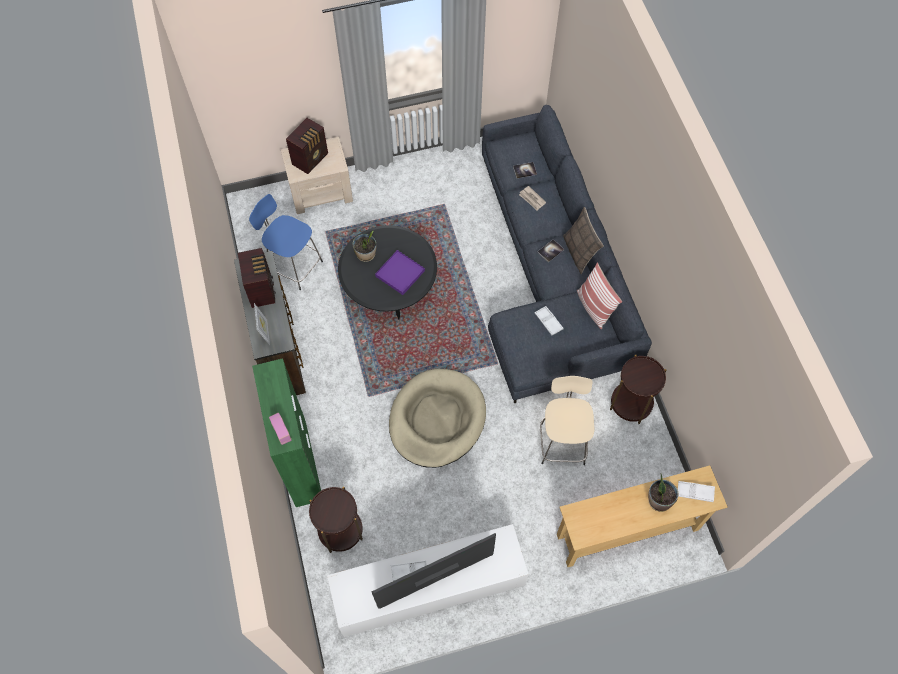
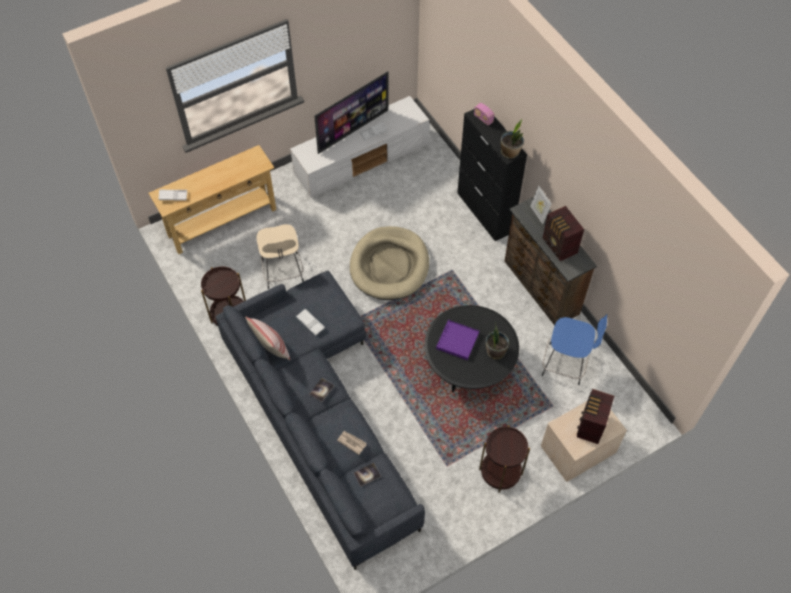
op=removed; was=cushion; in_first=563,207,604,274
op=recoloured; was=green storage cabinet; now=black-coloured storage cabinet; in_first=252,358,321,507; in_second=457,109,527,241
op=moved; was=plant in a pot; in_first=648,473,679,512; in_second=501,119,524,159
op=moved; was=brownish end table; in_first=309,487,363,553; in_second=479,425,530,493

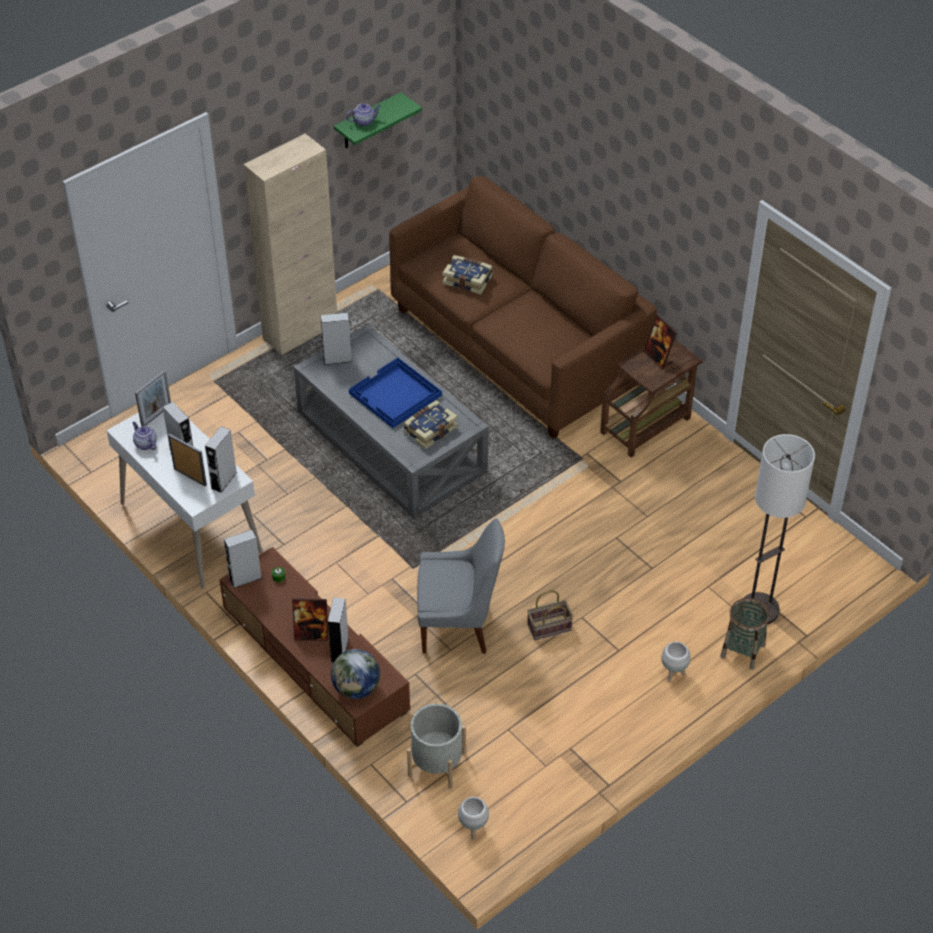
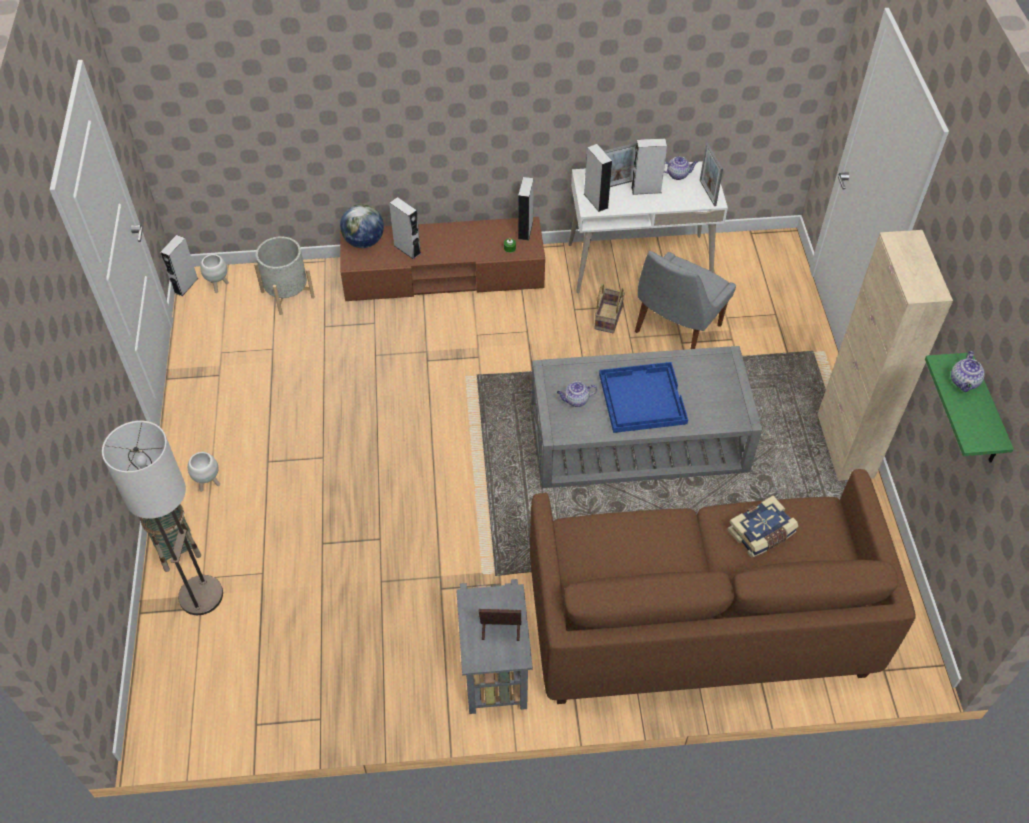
op=moved; was=greyish speaker; in_first=321,312,352,365; in_second=160,235,198,296
op=recoloured; was=brownish end table; now=greyish end table; in_first=600,339,703,458; in_second=456,579,533,714
op=replaced; was=bound book; now=tea pot; in_first=403,400,458,449; in_second=557,381,597,407
op=moved; was=greyish upright chair; in_first=417,518,505,654; in_second=635,251,736,349
op=moved; was=household basket; in_first=527,590,573,640; in_second=594,284,625,333
op=removed; was=standing frame; in_first=292,598,328,641

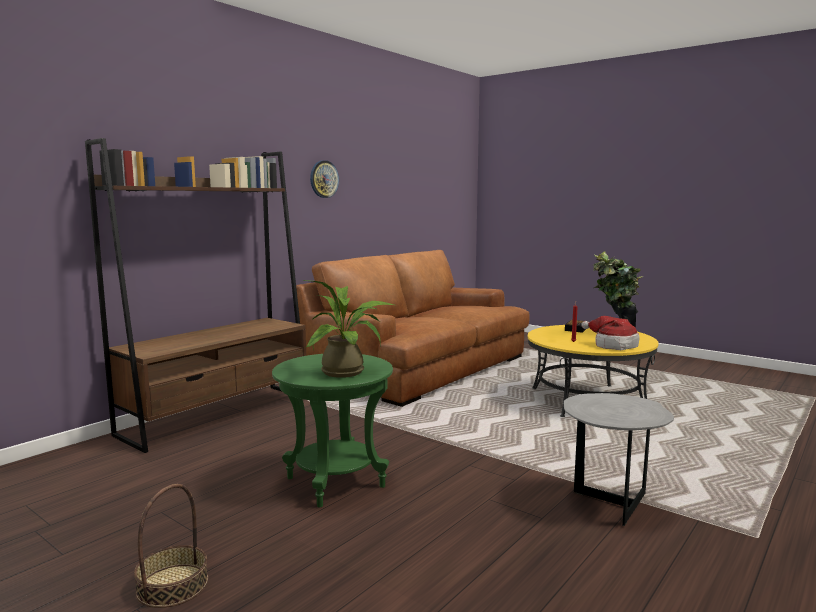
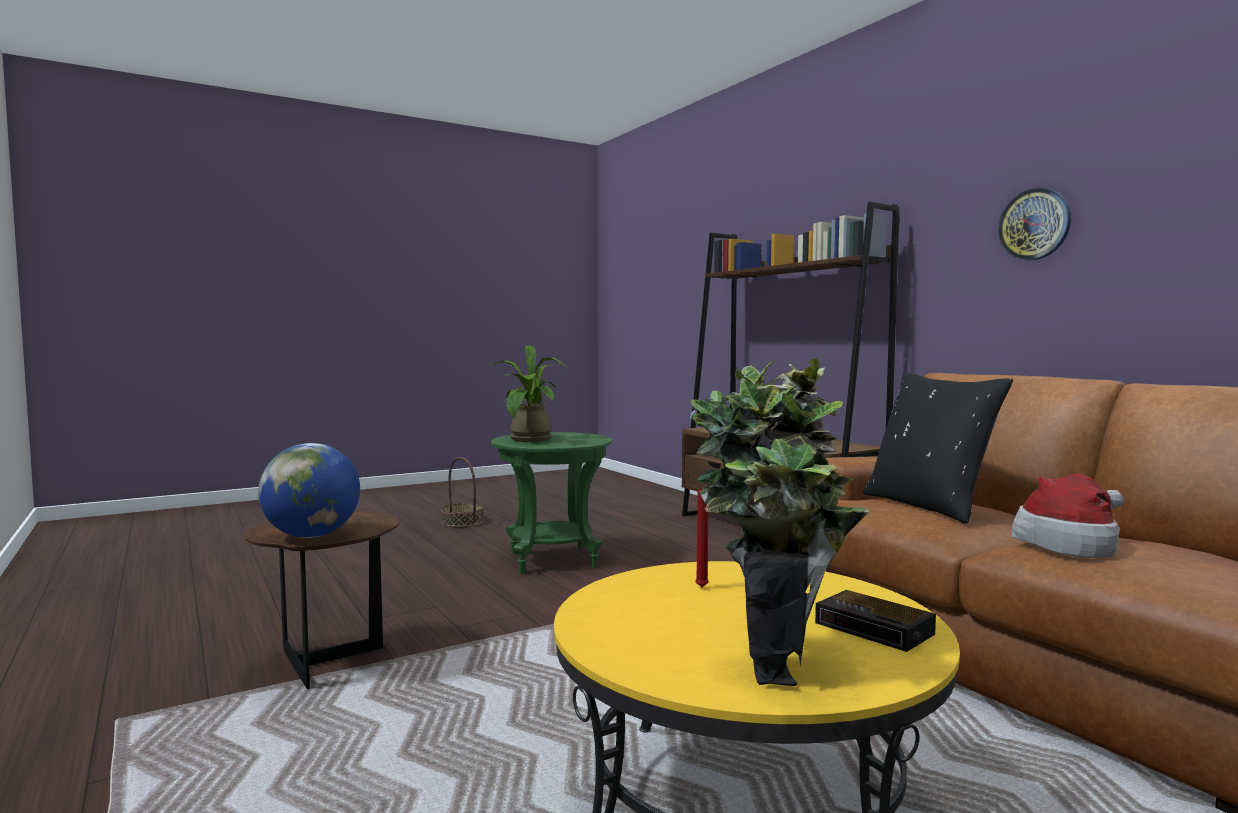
op=moved; was=hat; in_first=581,316,640,350; in_second=1012,474,1124,558
op=recoloured; was=greyish end table; now=brownish end table; in_first=564,393,674,526; in_second=245,510,399,690
op=added; now=black-coloured cushion; in_second=863,372,1013,524
op=added; now=globe; in_second=258,443,360,538

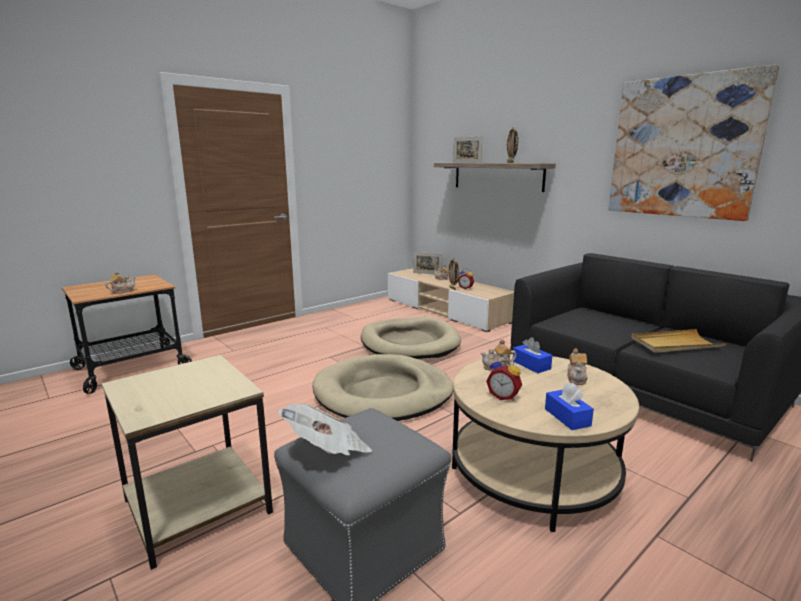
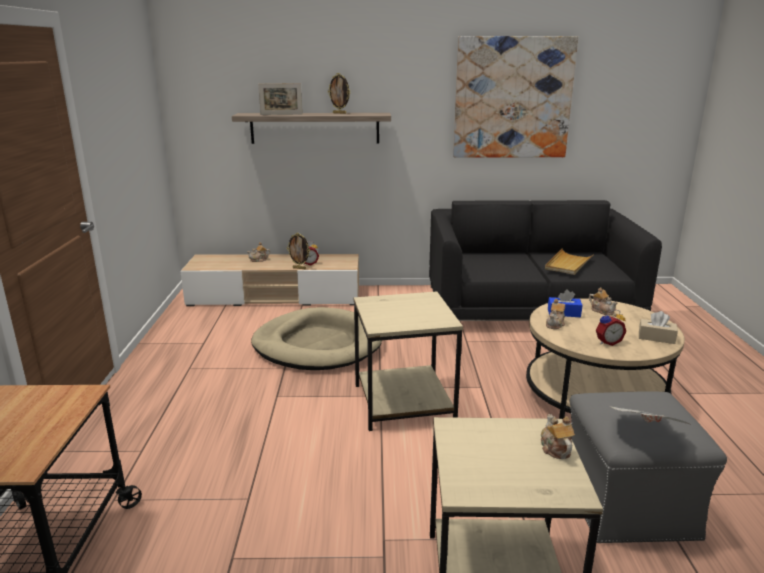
op=removed; was=standing frame; in_first=413,252,442,274
op=moved; was=tea pot; in_first=105,271,136,294; in_second=541,414,575,459
op=replaced; was=beige dog bed; now=beige end table; in_first=312,354,453,421; in_second=354,291,463,431
op=recoloured; was=blue-coloured box of tissues; now=beige box of tissues; in_first=545,383,594,430; in_second=639,311,678,344

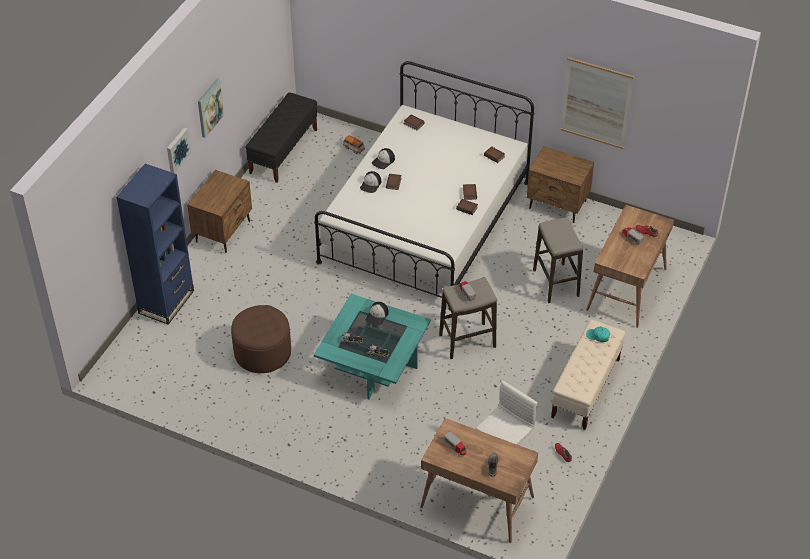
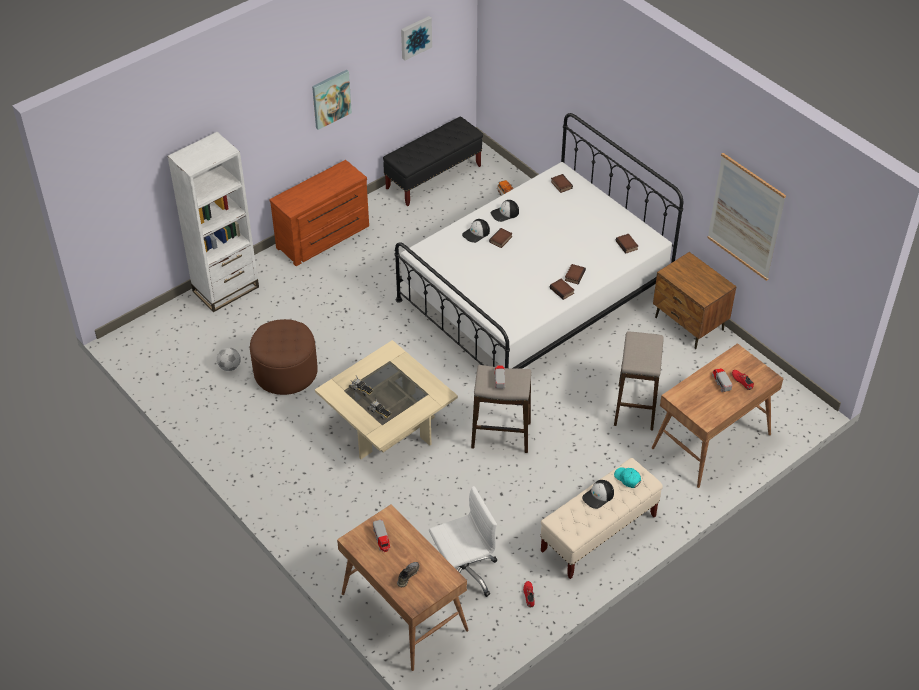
op=moved; was=picture; in_first=167,128,191,173; in_second=401,16,432,61
op=recoloured; was=blue-coloured bookcase; now=whitish bookcase; in_first=116,164,194,325; in_second=167,132,259,312
op=replaced; was=brownish bedside table; now=brownish dresser; in_first=187,170,252,253; in_second=269,160,369,266
op=recoloured; was=turquoise coffee table; now=beige coffee table; in_first=314,294,431,400; in_second=315,340,458,459
op=moved; was=cap; in_first=366,302,389,326; in_second=582,480,614,509
op=added; now=ball for football; in_second=217,347,241,371

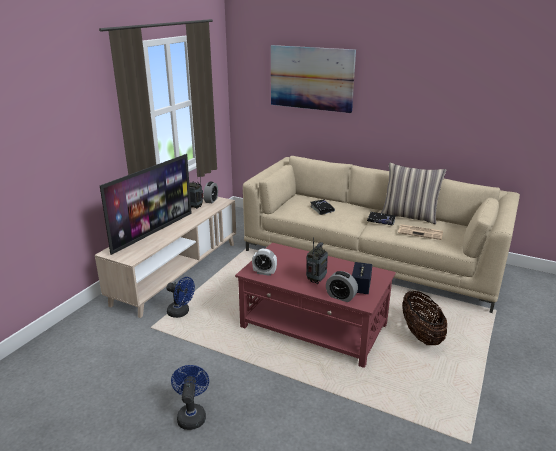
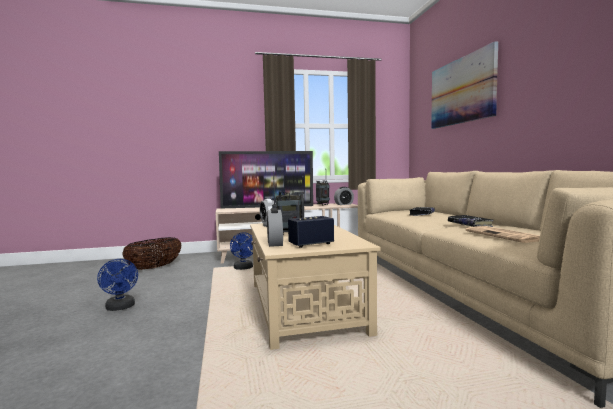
op=removed; was=cushion; in_first=381,162,446,224
op=recoloured; was=red coffee table; now=beige coffee table; in_first=235,243,396,368; in_second=250,223,381,350
op=moved; was=household basket; in_first=402,291,447,345; in_second=122,237,181,270
op=turned; was=blue-coloured fan; in_first=171,365,209,430; in_second=97,259,138,311; clockwise=105

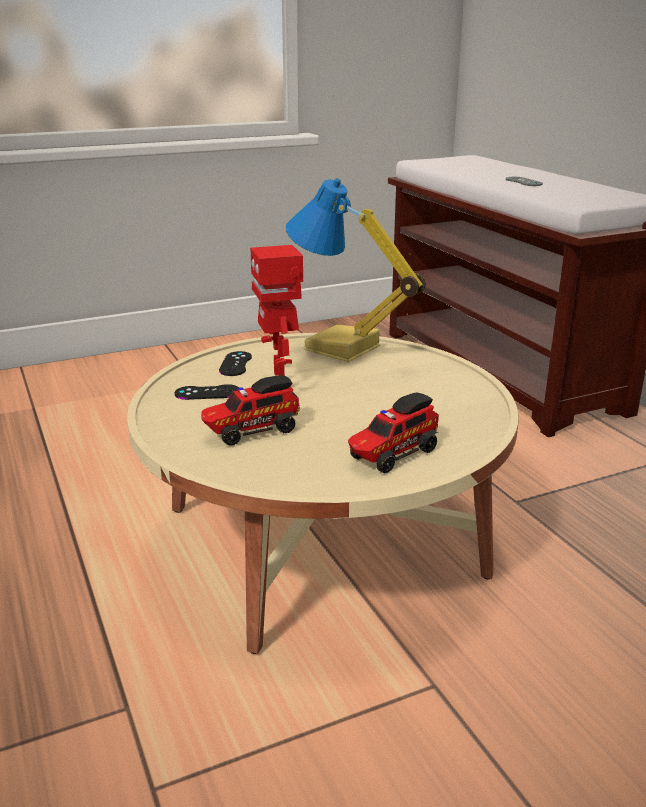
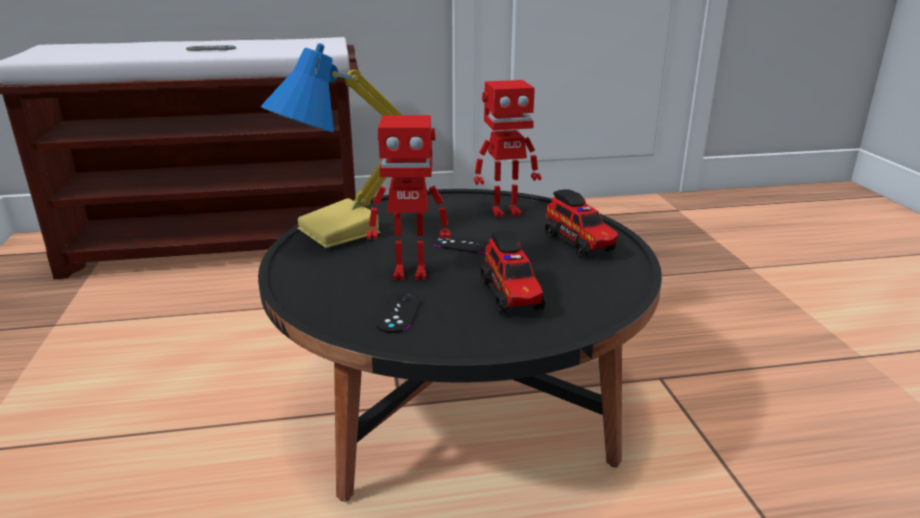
op=recoloured; was=beige coffee table; now=black-coloured coffee table; in_first=127,333,519,654; in_second=258,189,662,502
op=moved; was=black-coloured joypad; in_first=219,351,252,376; in_second=432,235,489,254
op=added; now=toy robot; in_second=474,80,541,218

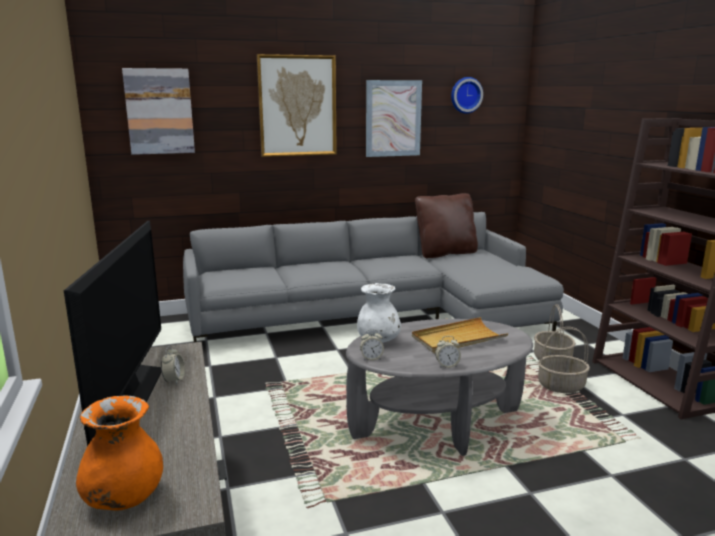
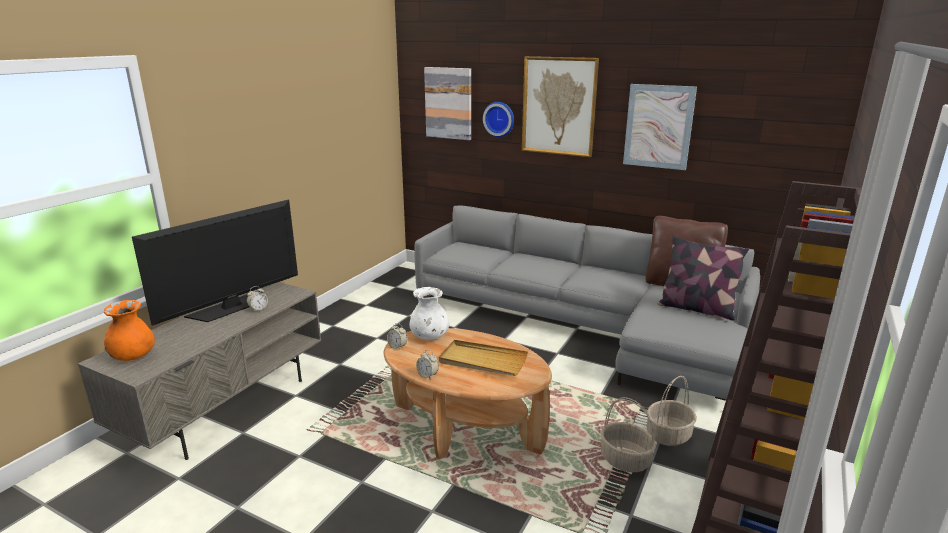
op=moved; was=wall clock; in_first=451,77,483,114; in_second=483,102,514,137
op=recoloured; was=greyish coffee table; now=brownish coffee table; in_first=346,319,533,456; in_second=384,328,552,460
op=added; now=cushion; in_second=658,235,749,321

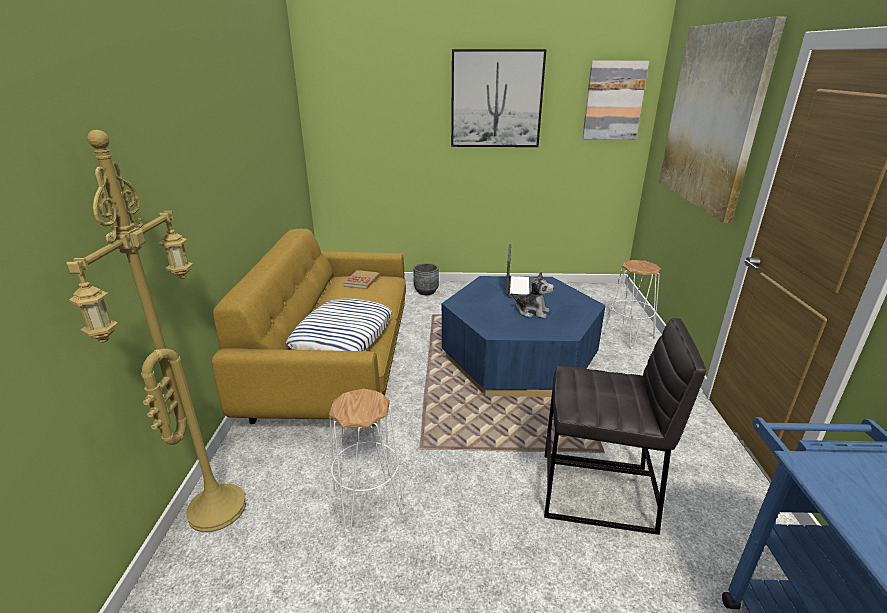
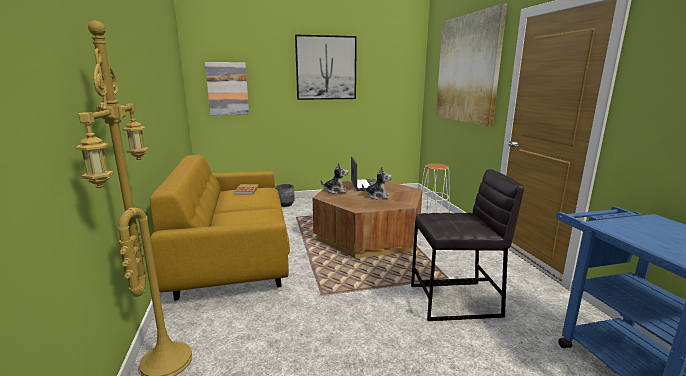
op=moved; was=picture; in_first=582,61,649,139; in_second=205,62,249,115
op=recoloured; was=blue-coloured coffee table; now=brownish coffee table; in_first=442,276,606,397; in_second=313,179,422,258
op=removed; was=cushion; in_first=286,298,392,351
op=removed; was=whitish stool seat; in_first=329,389,405,533
op=added; now=soft toy; in_second=321,163,349,194

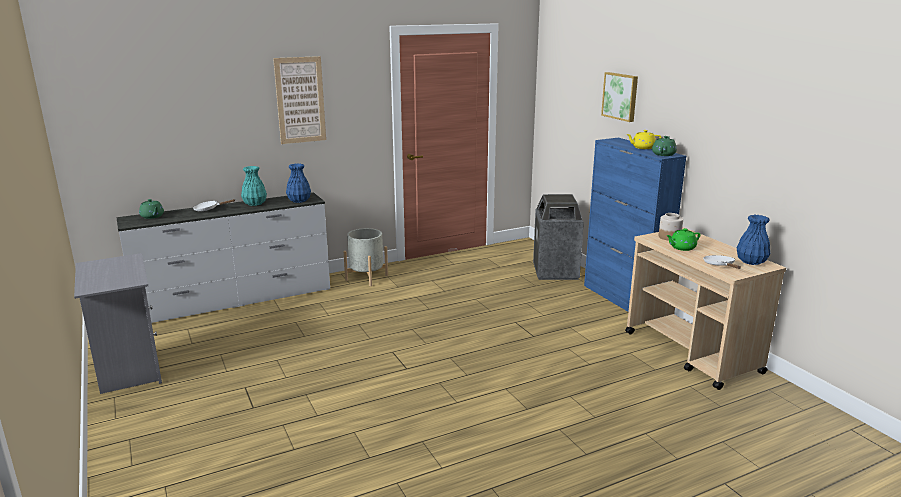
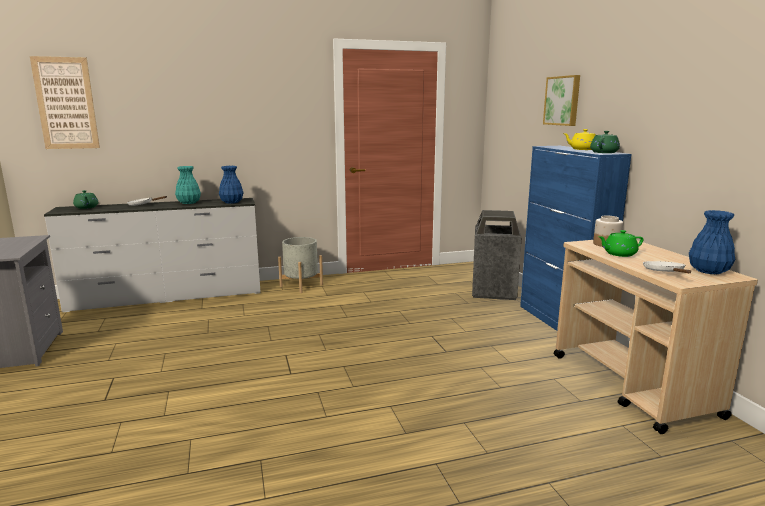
op=moved; was=picture; in_first=273,56,326,144; in_second=30,56,100,149

